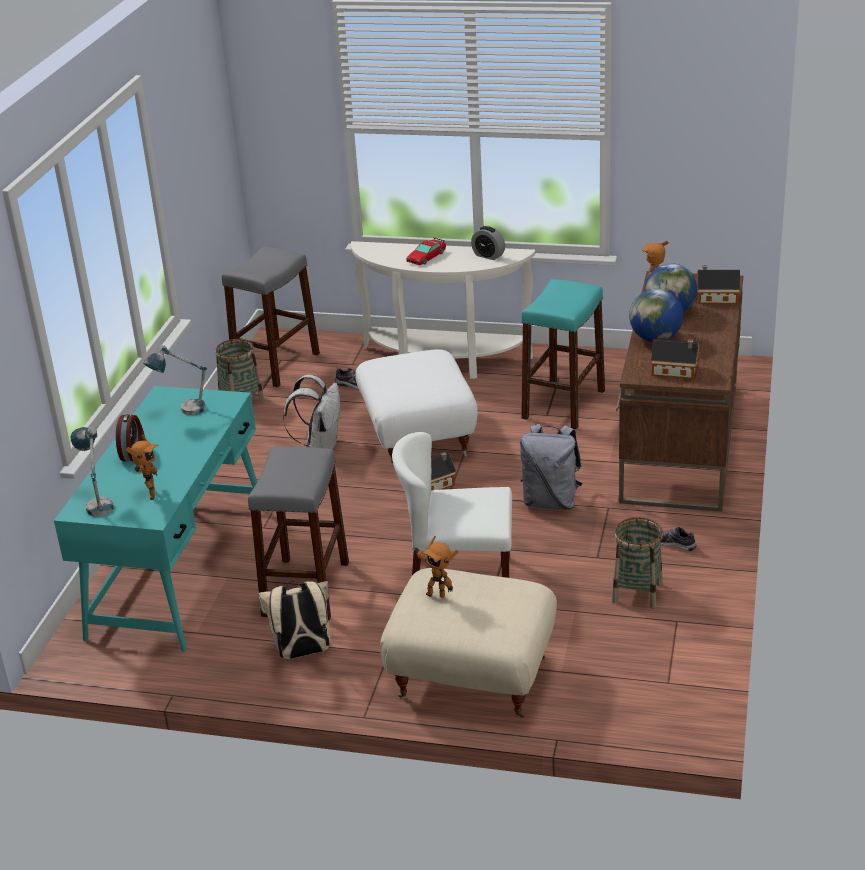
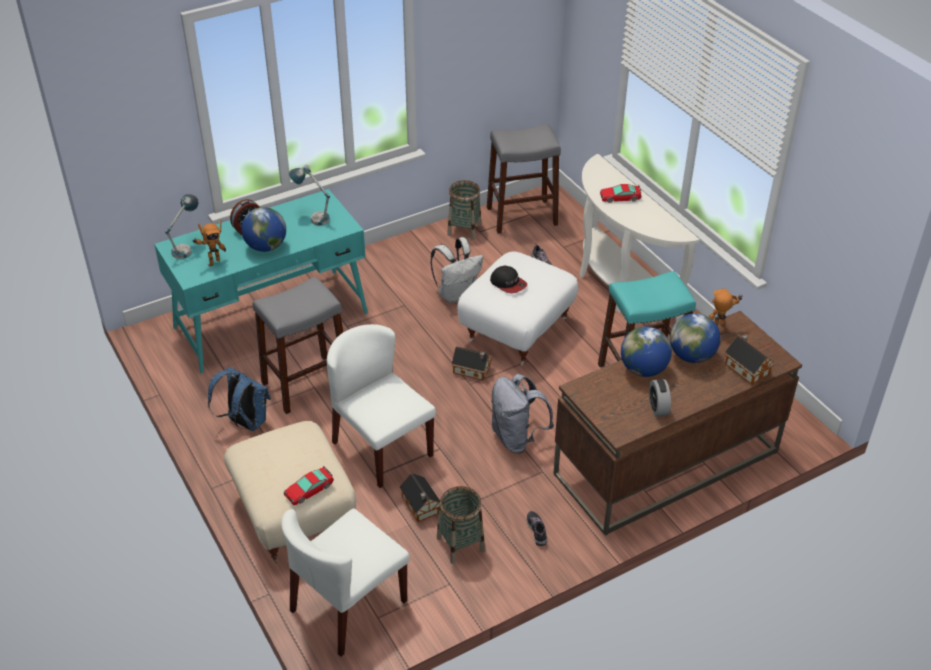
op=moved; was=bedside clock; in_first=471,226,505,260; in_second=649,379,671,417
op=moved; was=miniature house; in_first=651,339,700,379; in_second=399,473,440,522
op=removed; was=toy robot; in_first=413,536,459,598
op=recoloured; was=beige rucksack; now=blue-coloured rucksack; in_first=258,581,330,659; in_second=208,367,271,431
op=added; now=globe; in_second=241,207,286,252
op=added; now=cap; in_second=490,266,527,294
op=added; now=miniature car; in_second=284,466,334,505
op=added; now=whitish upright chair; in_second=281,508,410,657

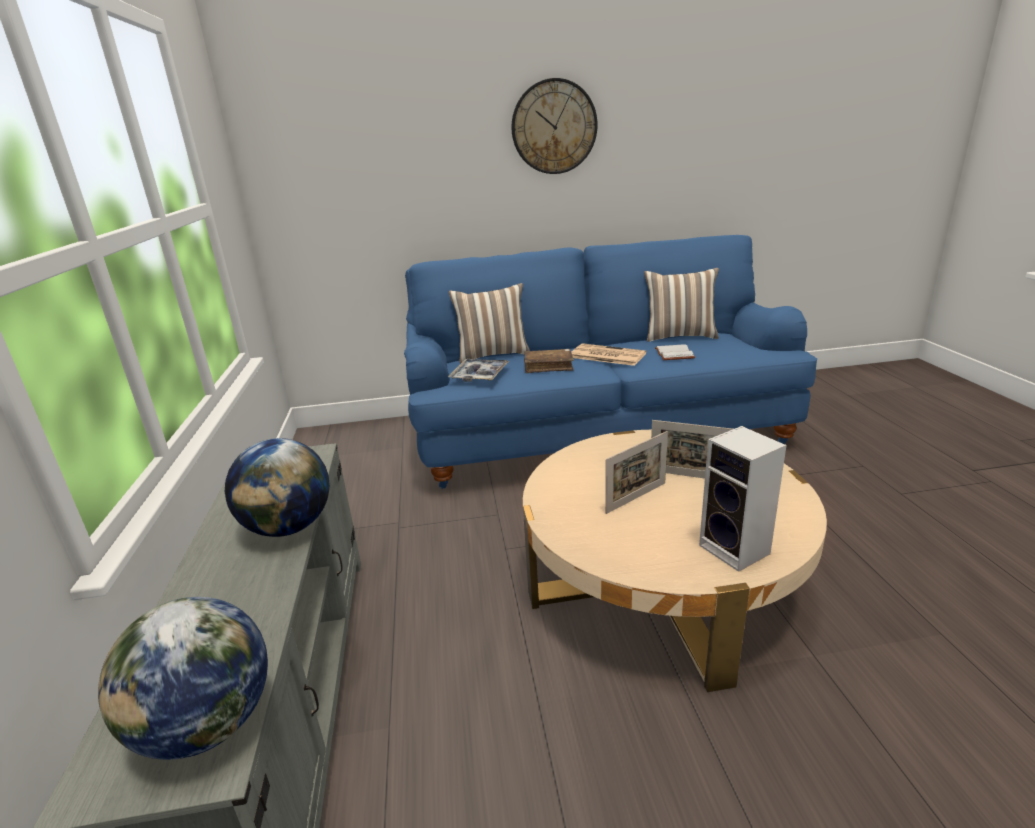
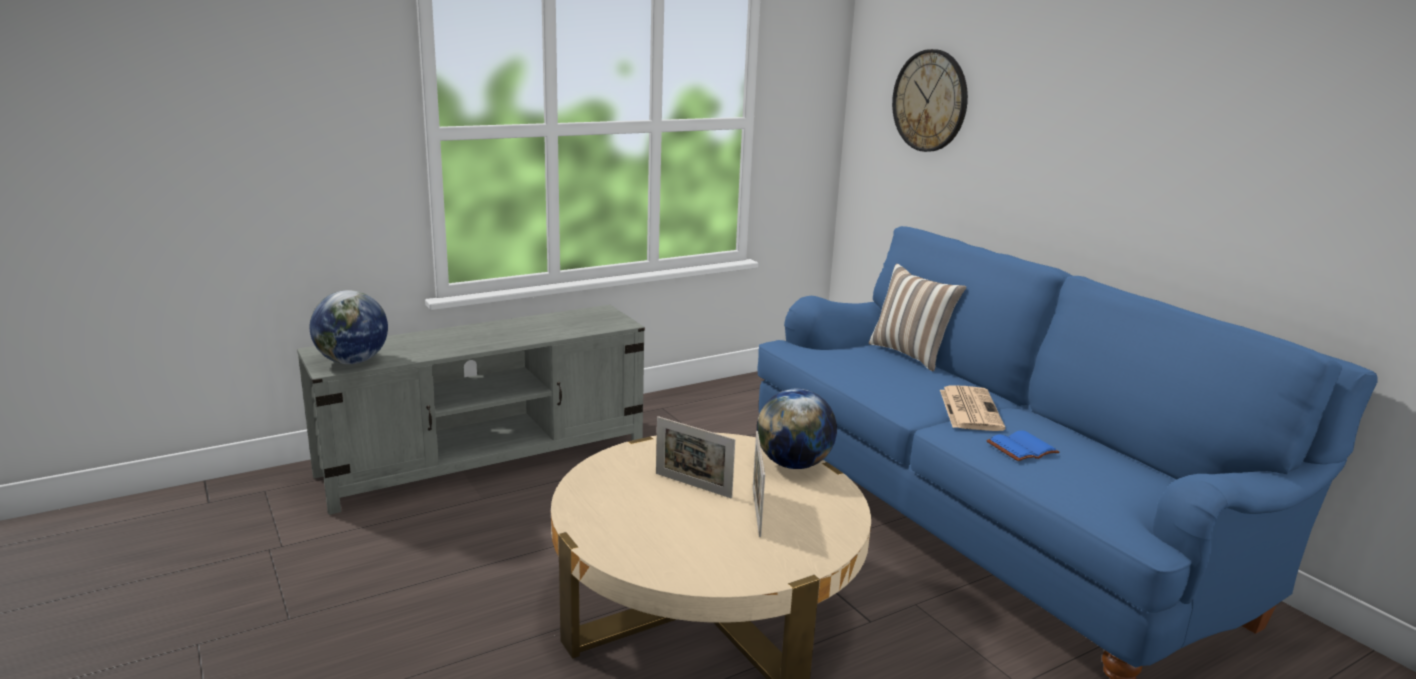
op=moved; was=wall clock; in_first=511,78,597,174; in_second=892,49,968,152
op=removed; was=cushion; in_first=644,268,719,342
op=recoloured; was=whitish bound book; now=blue-coloured bound book; in_first=655,344,695,360; in_second=986,430,1059,461
op=removed; was=brownish bound book; in_first=524,349,574,373
op=removed; was=serving tray; in_first=448,359,509,382
op=removed; was=speaker; in_first=699,426,786,572
op=moved; was=globe; in_first=225,438,330,537; in_second=757,389,837,469

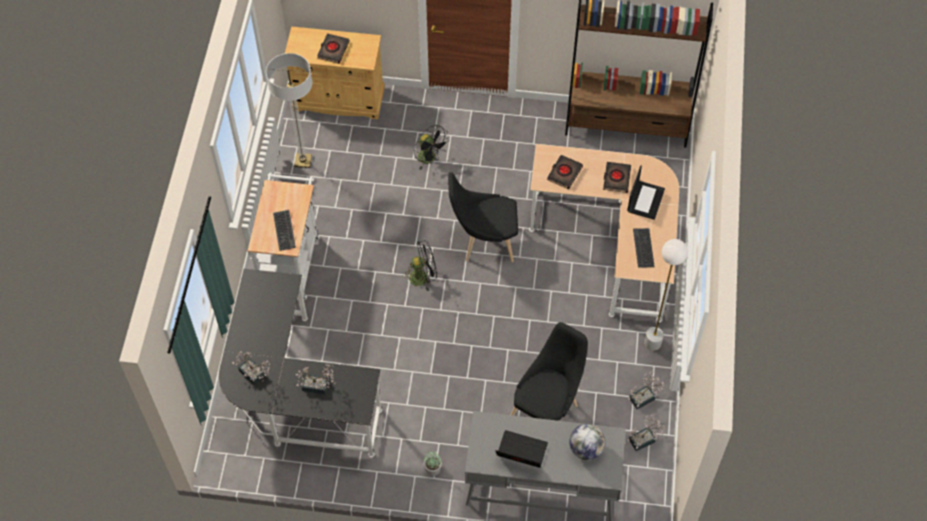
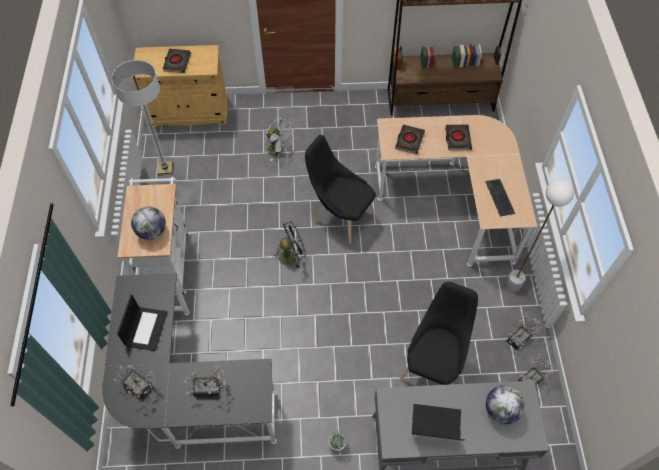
op=recoloured; was=black-coloured fan; now=whitish fan; in_first=414,125,448,170; in_second=265,118,294,161
op=moved; was=notebook computer; in_first=627,165,665,220; in_second=117,295,167,351
op=turned; was=black-coloured upright chair; in_first=448,172,518,262; in_second=305,135,376,244; clockwise=45
op=replaced; was=PC keyboard; now=globe; in_first=273,210,296,251; in_second=131,206,166,240

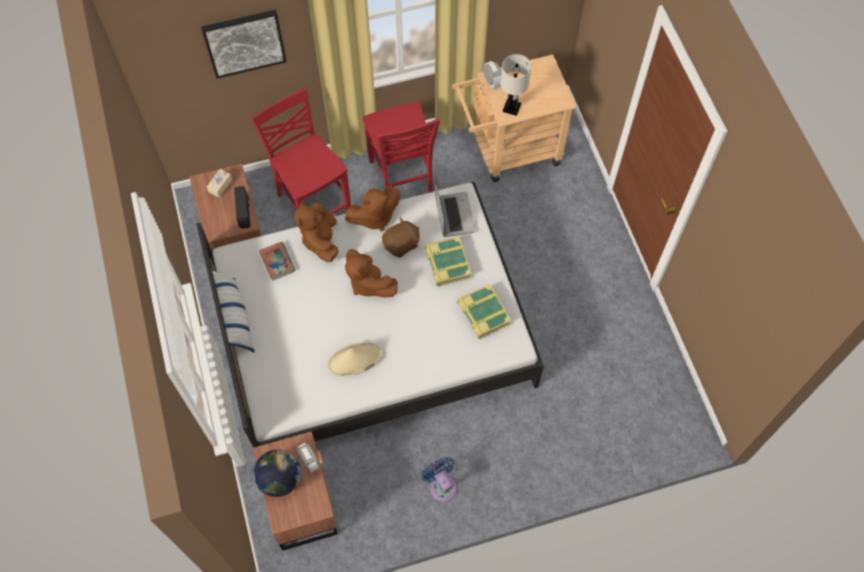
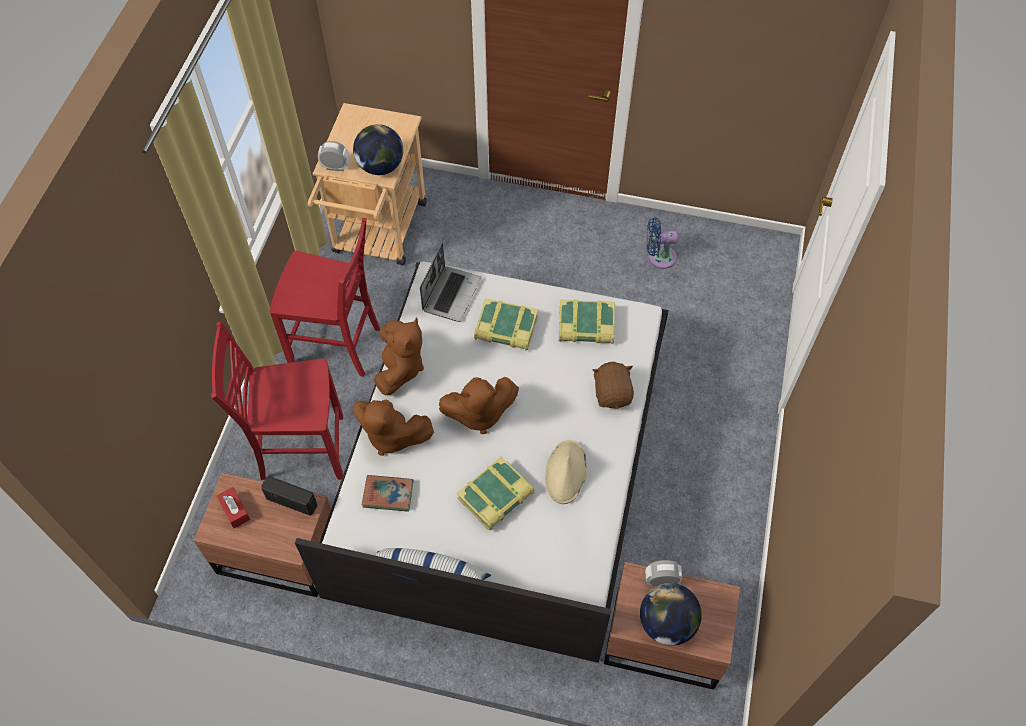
op=removed; was=picture; in_first=201,10,287,79
op=replaced; was=whitish lamp for a table; now=globe; in_first=500,54,532,116; in_second=353,124,403,175
op=recoloured; was=beige box of tissues; now=red box of tissues; in_first=207,169,232,197; in_second=217,487,250,528
op=turned; was=notebook computer; in_first=435,181,476,237; in_second=420,243,481,322; clockwise=90
op=moved; was=brownish soft toy; in_first=382,217,420,258; in_second=593,362,634,409
op=moved; was=blue-coloured fan; in_first=421,457,457,502; in_second=647,218,678,269
op=added; now=bound book; in_second=457,456,535,530

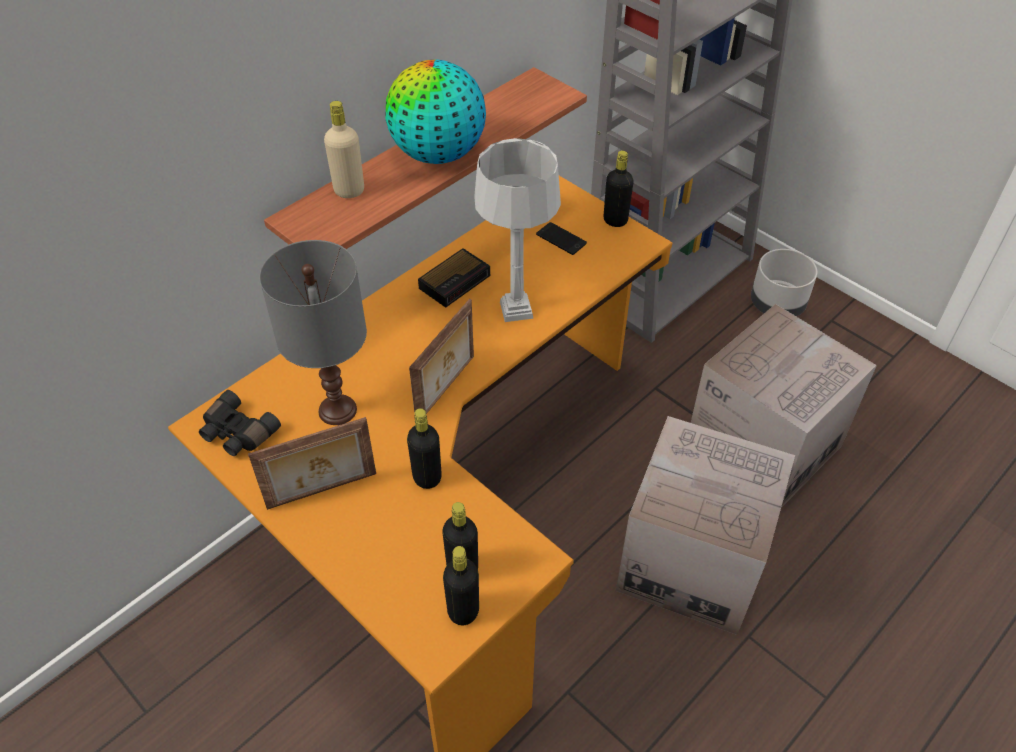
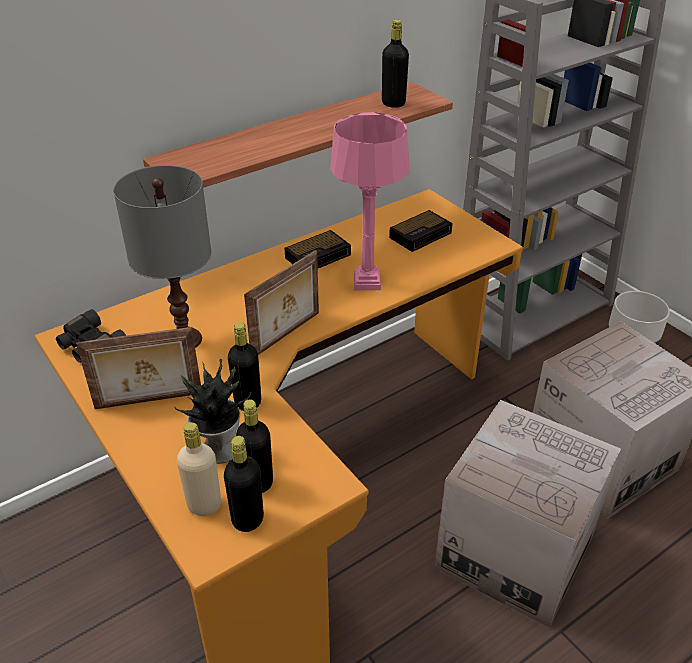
op=removed; was=globe; in_first=385,60,486,164
op=moved; was=beige beverage bottle; in_first=324,101,364,198; in_second=177,422,221,516
op=recoloured; was=greyish lamp for a table; now=pinkish lamp for a table; in_first=474,138,561,322; in_second=330,112,409,290
op=moved; was=black-coloured beverage bottle; in_first=604,151,634,227; in_second=382,19,409,108
op=replaced; was=telephone; now=bedside clock; in_first=536,222,587,255; in_second=389,210,453,252
op=added; now=plant in a pot; in_second=174,359,251,464

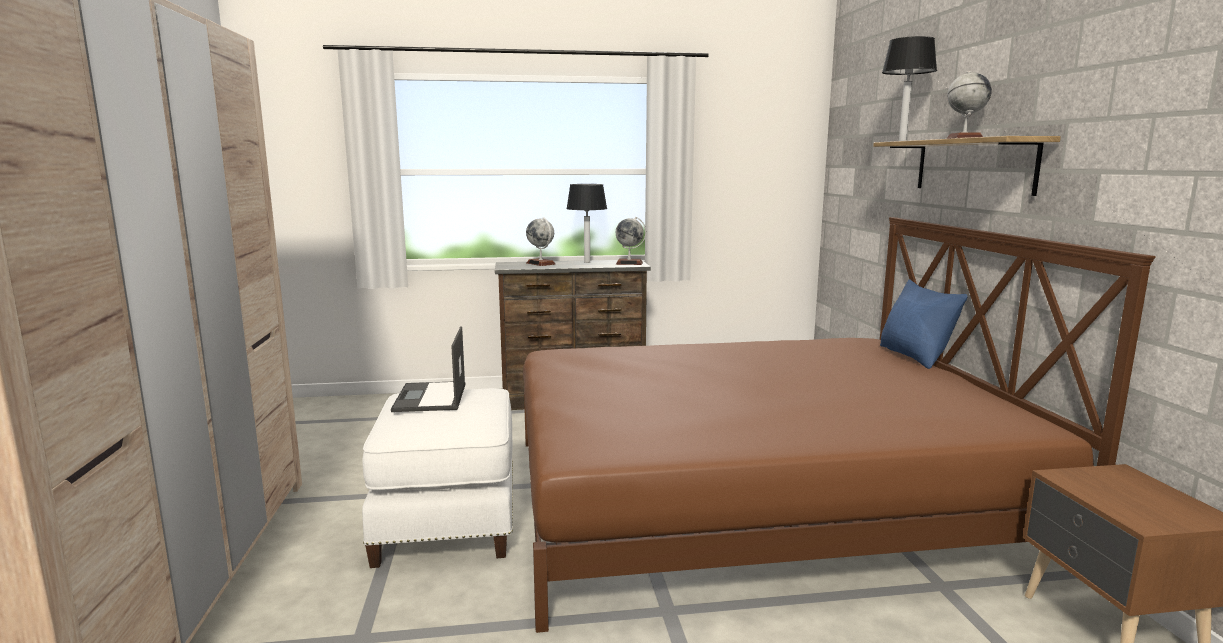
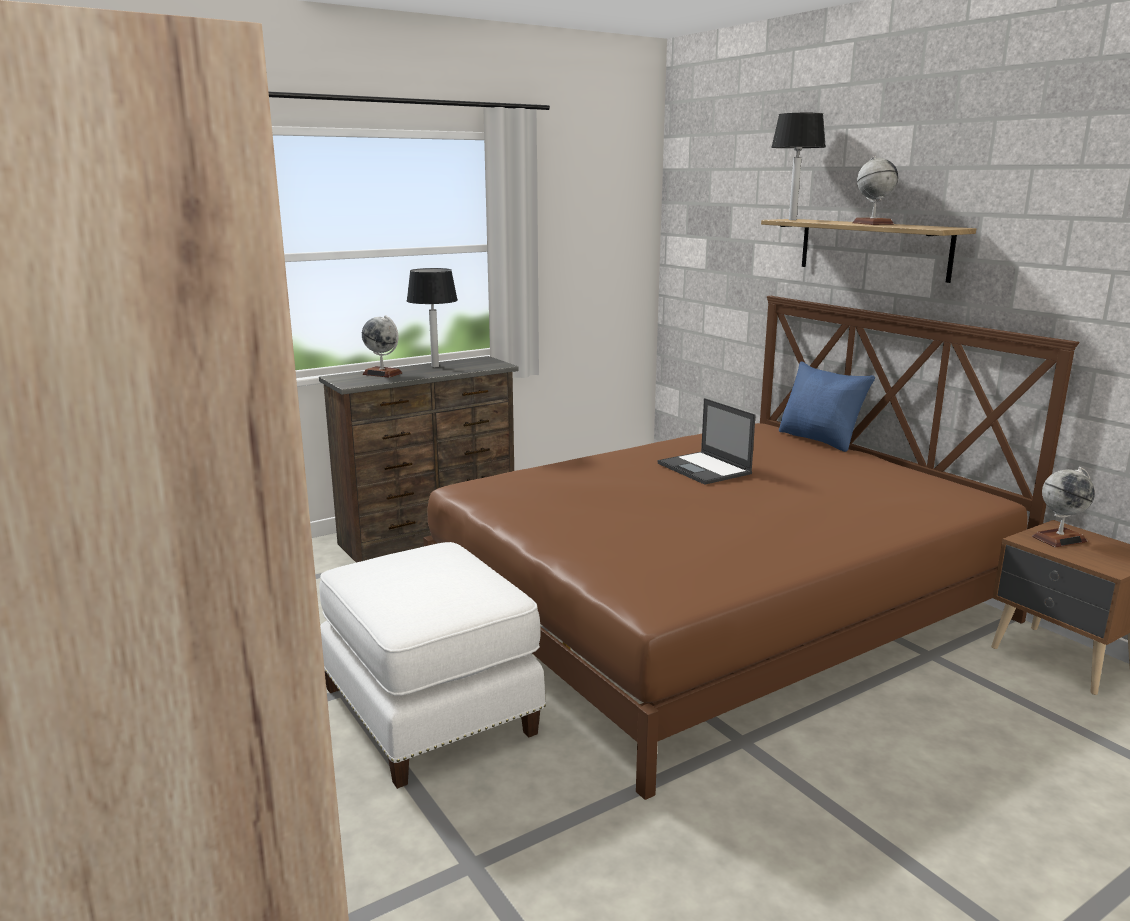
op=moved; was=globe; in_first=616,217,646,265; in_second=1032,467,1095,548
op=moved; was=notebook computer; in_first=391,326,466,412; in_second=657,398,756,485

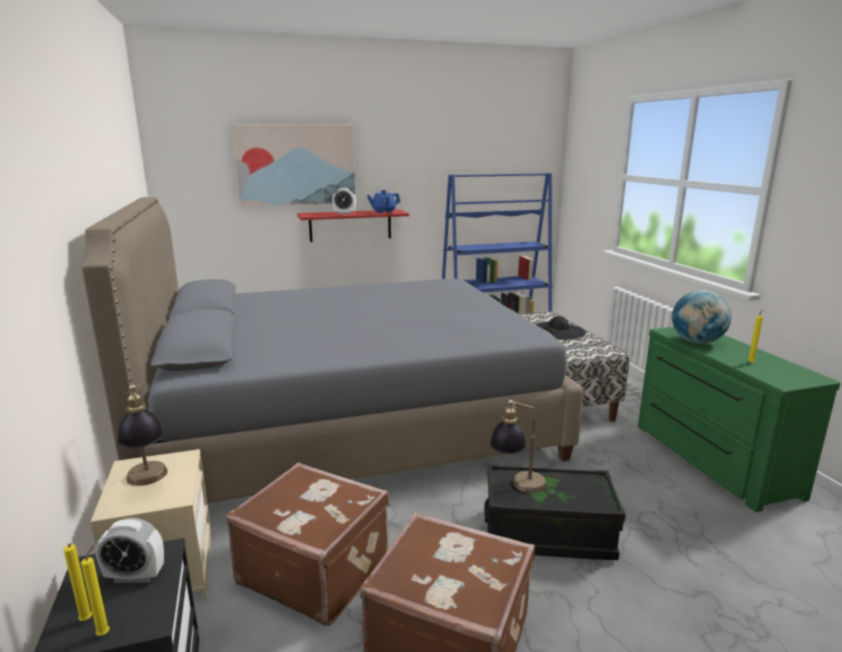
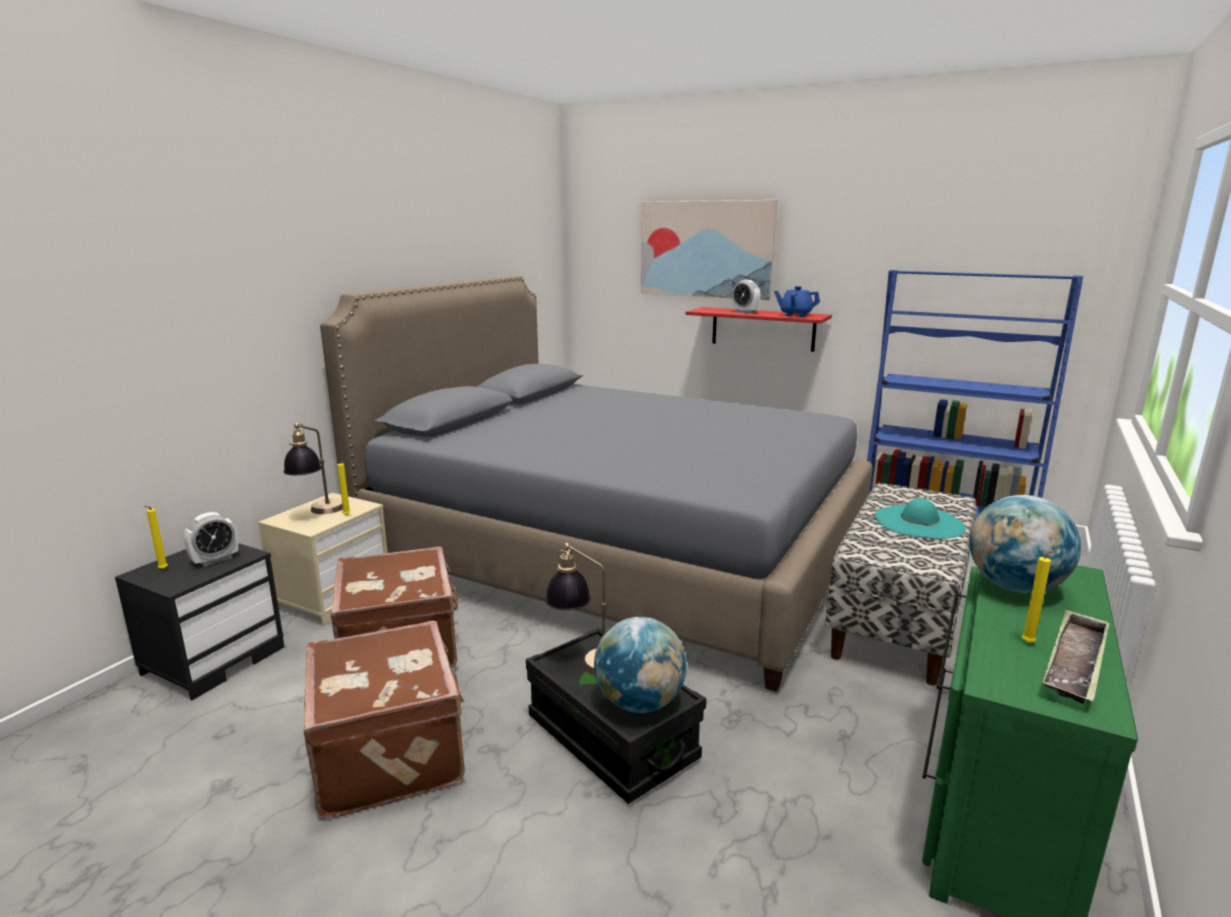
op=recoloured; was=black-coloured hat; now=turquoise hat; in_first=536,316,586,340; in_second=875,498,966,539
op=turned; was=bedside clock; in_first=95,518,164,583; in_second=184,512,238,566; clockwise=-90
op=moved; was=yellowish wax candle; in_first=81,545,110,636; in_second=337,457,350,515
op=added; now=serving tray; in_second=1042,609,1110,704
op=added; now=globe; in_second=594,617,687,713

